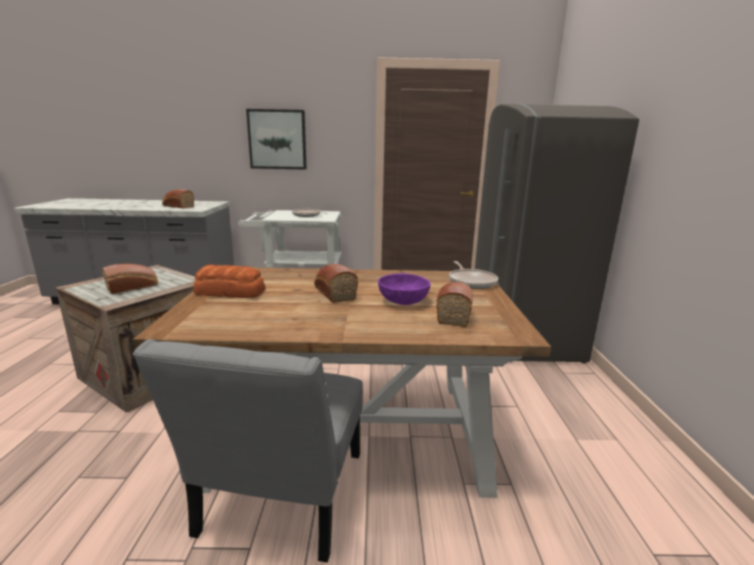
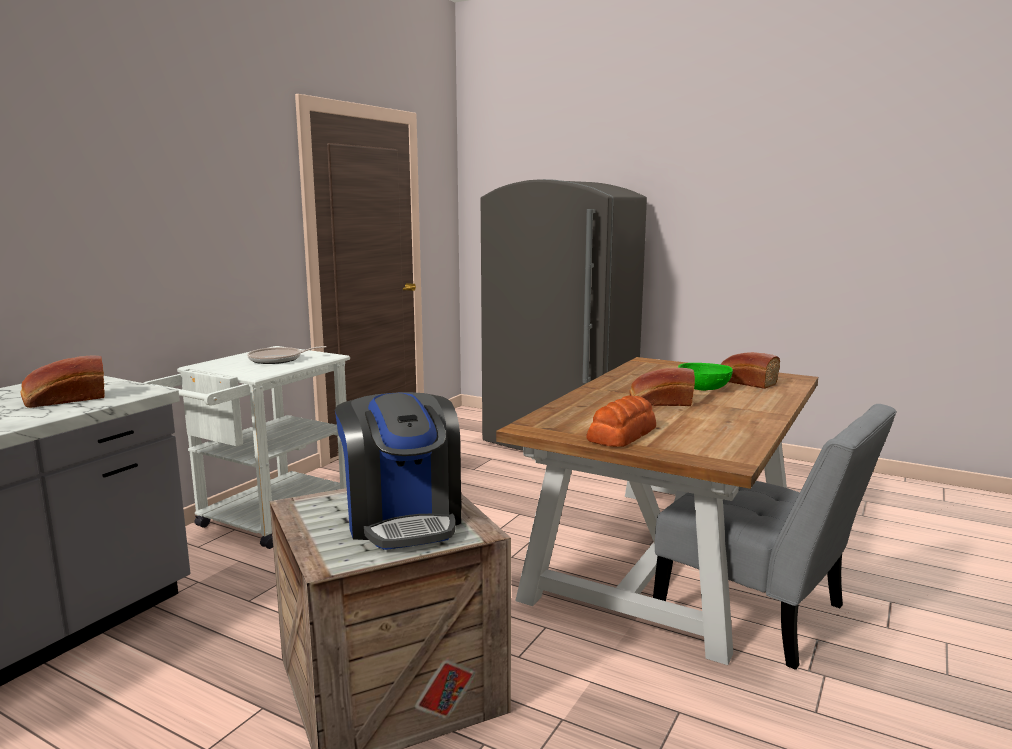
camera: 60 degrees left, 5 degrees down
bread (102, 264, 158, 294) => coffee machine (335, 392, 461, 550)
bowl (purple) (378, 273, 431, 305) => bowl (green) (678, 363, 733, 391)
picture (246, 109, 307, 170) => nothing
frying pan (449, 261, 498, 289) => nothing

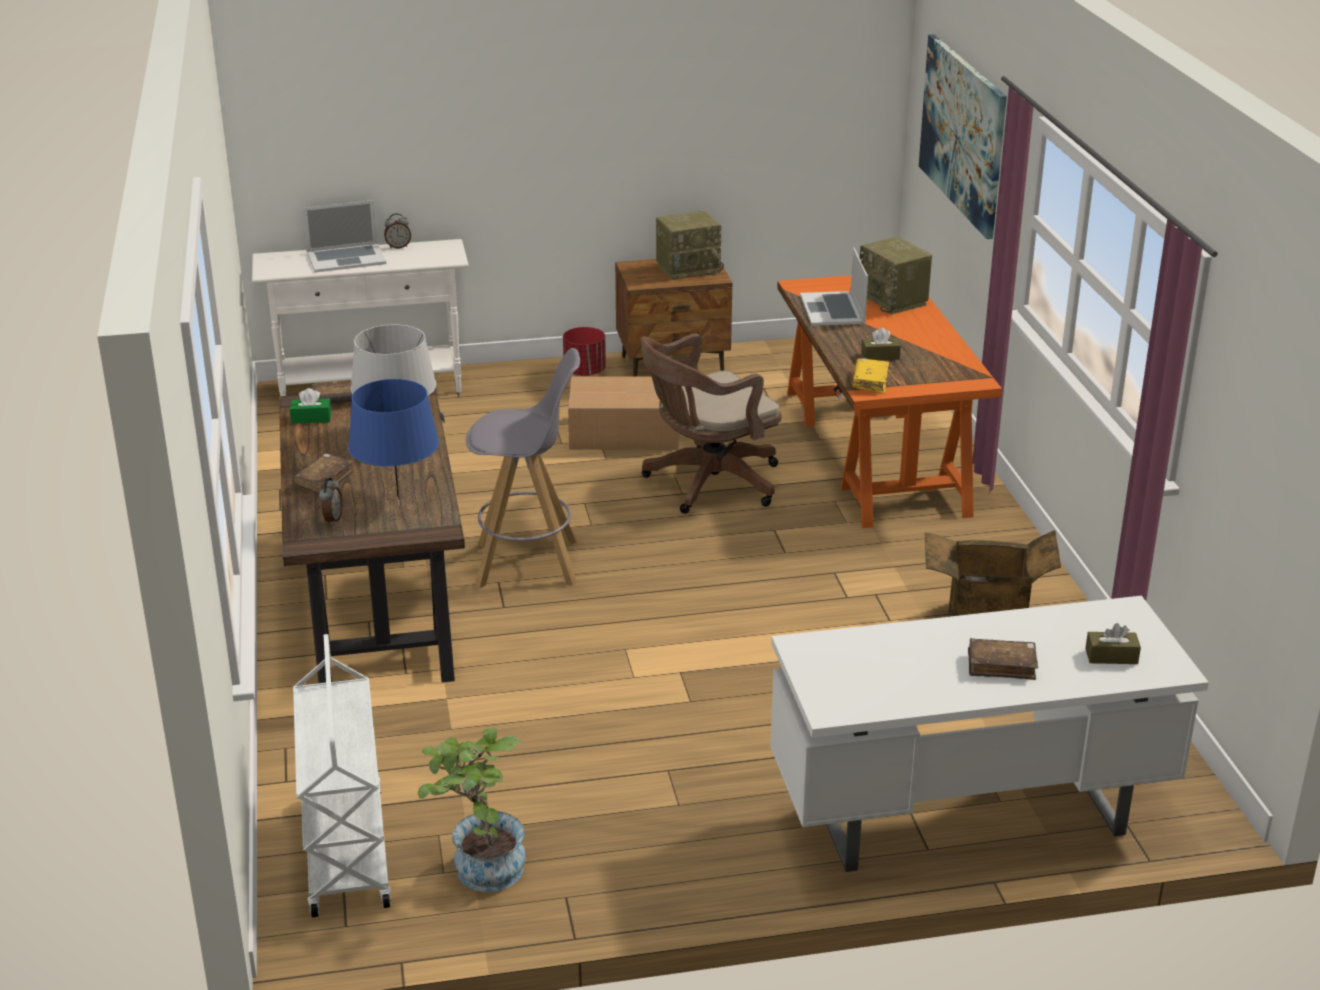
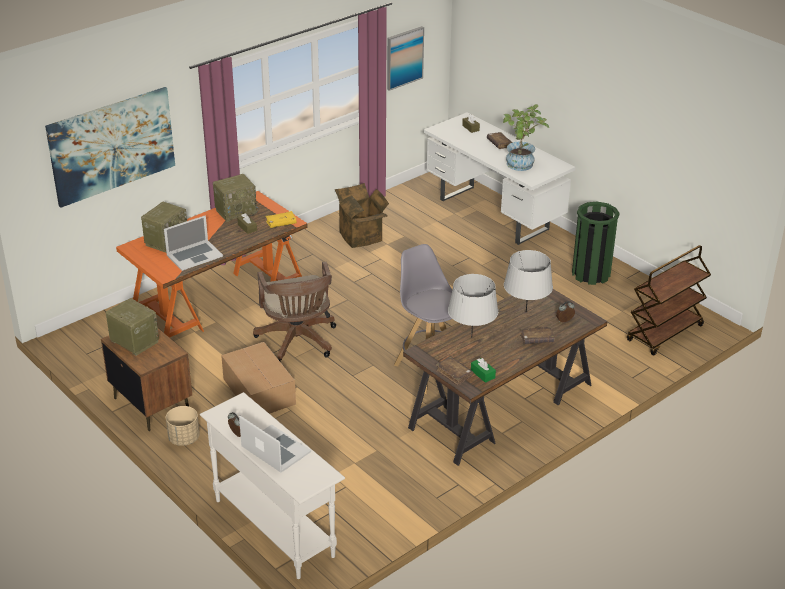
camera: 120 degrees left, 5 degrees up
planter (red) (563, 327, 606, 376) => planter (beige) (166, 406, 200, 446)
nothing => radio (213, 174, 259, 222)
office chair (brown) (641, 334, 781, 514) => office chair (brown) (253, 262, 336, 362), 45 degrees clockwise
nothing => picture (387, 26, 424, 91)
potted plant (418, 727, 526, 892) => potted plant (503, 104, 549, 171), shifted
table lamp (blue) (348, 379, 439, 497) => table lamp (grey) (504, 250, 553, 312)
nothing => trash can (green) (572, 202, 620, 285)
cart (white) (293, 634, 391, 918) => cart (brown) (627, 245, 711, 356)

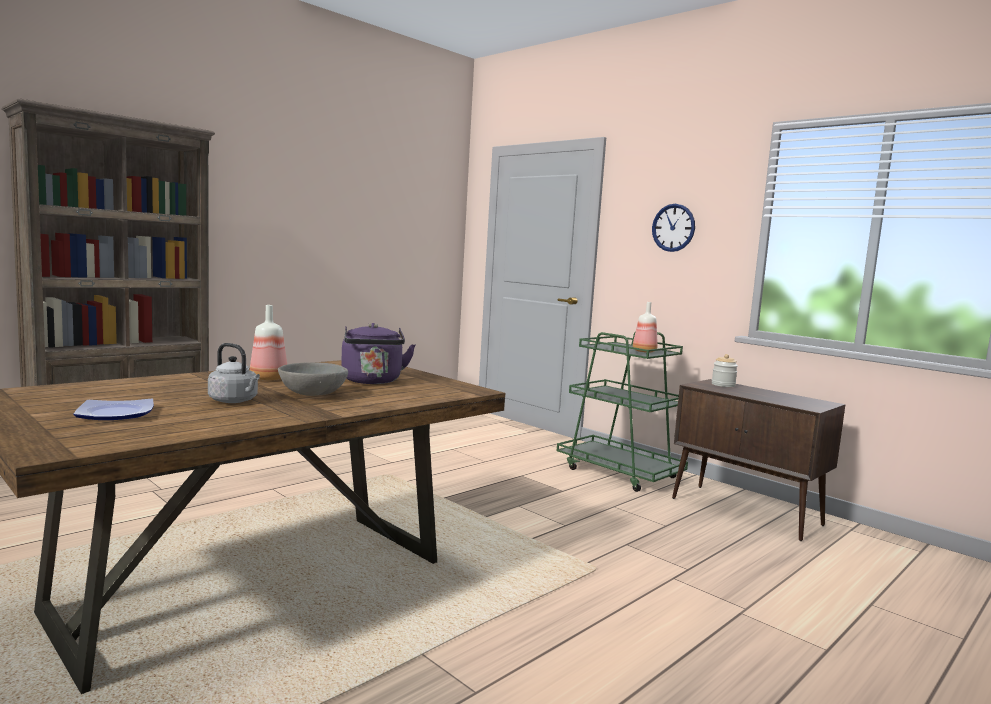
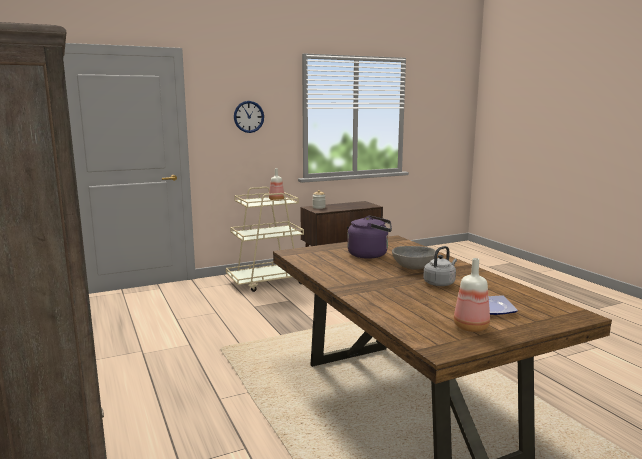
camera: 70 degrees left, 5 degrees up
cart (green) (557, 331, 688, 492) => cart (beige) (226, 187, 304, 292)
bottle (250, 305, 287, 381) => bottle (454, 258, 490, 332), shifted

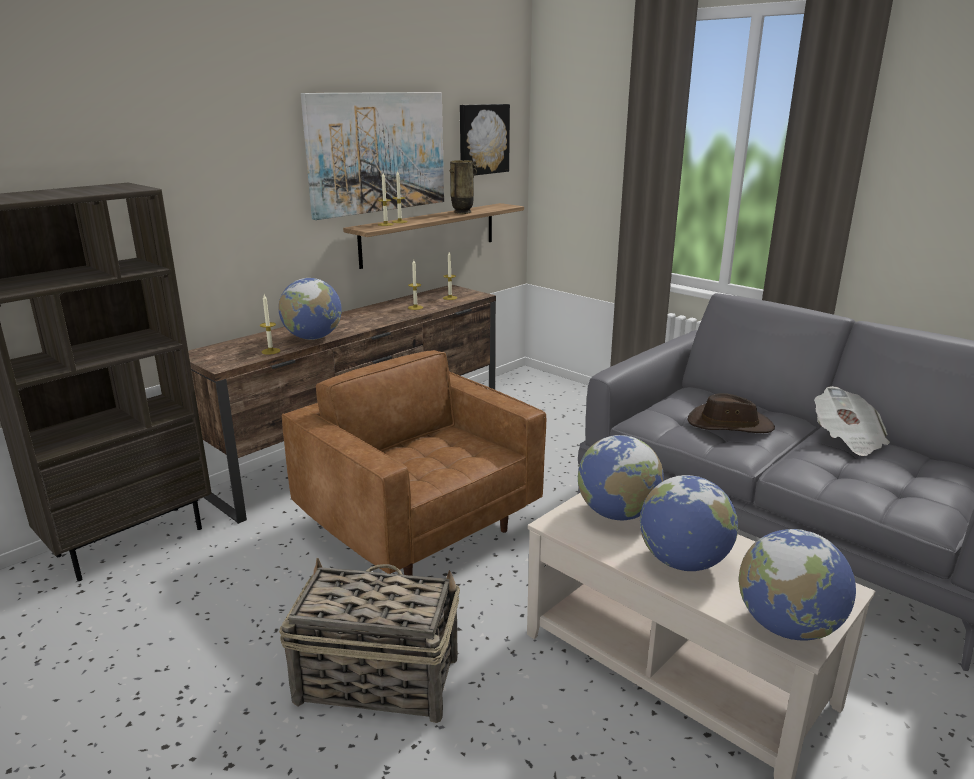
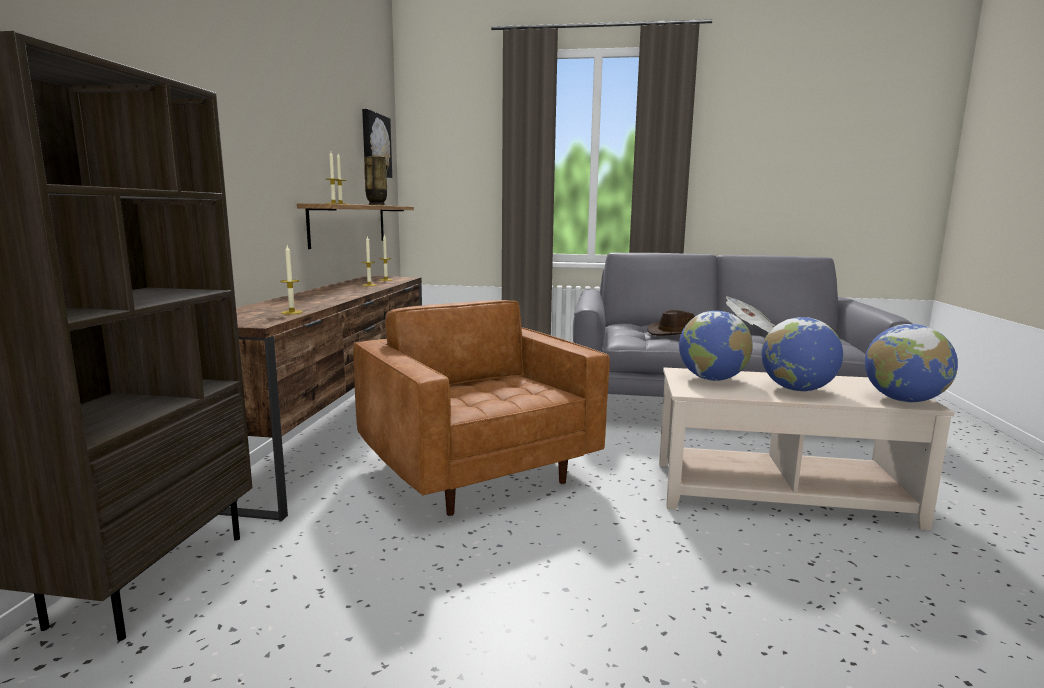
camera: 35 degrees left, 10 degrees down
armchair (brown) (282, 350, 546, 576) => armchair (brown) (353, 300, 610, 516), 45 degrees clockwise
globe (278, 278, 342, 340) => nothing
basket (279, 557, 460, 723) => nothing
picture (301, 92, 444, 220) => nothing

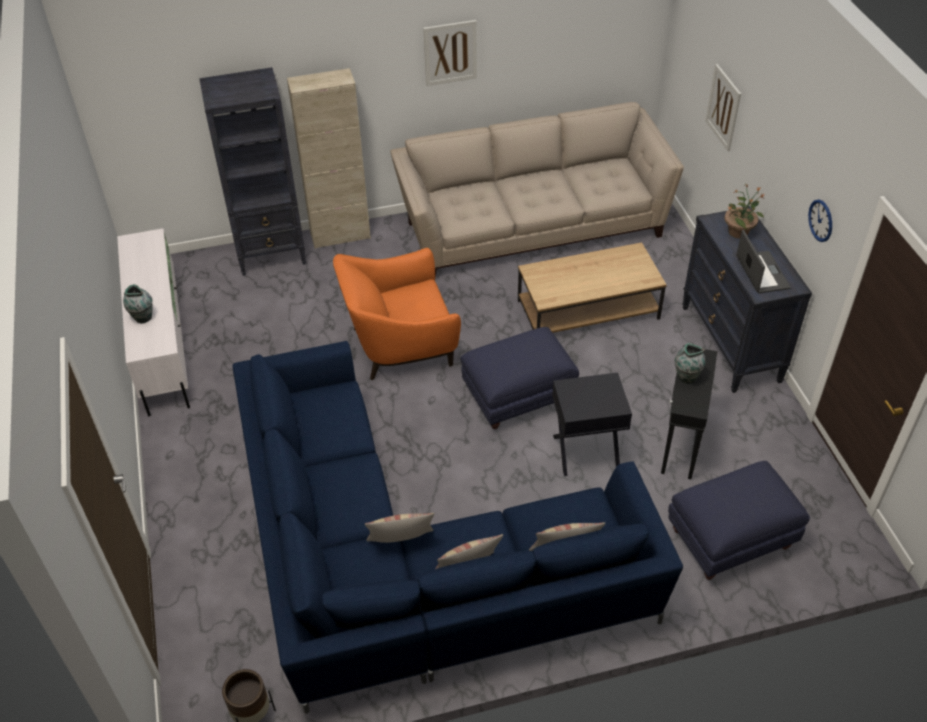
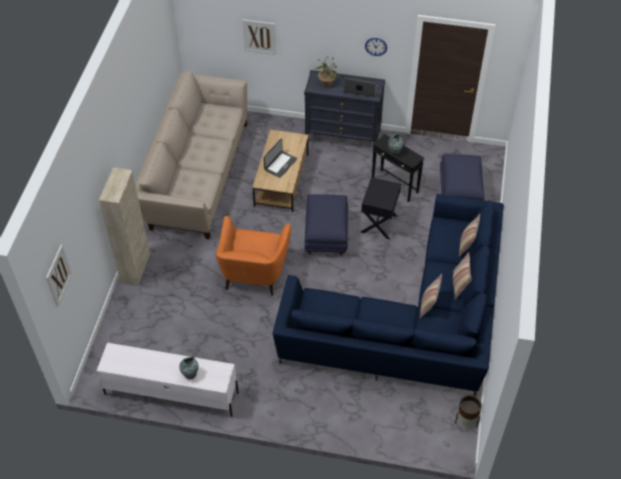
camera: 65 degrees left, 5 degrees up
picture (423, 20, 477, 86) => picture (46, 245, 72, 307), shifted
nothing => laptop (264, 138, 297, 178)
bookcase (black) (199, 67, 306, 276) => nothing

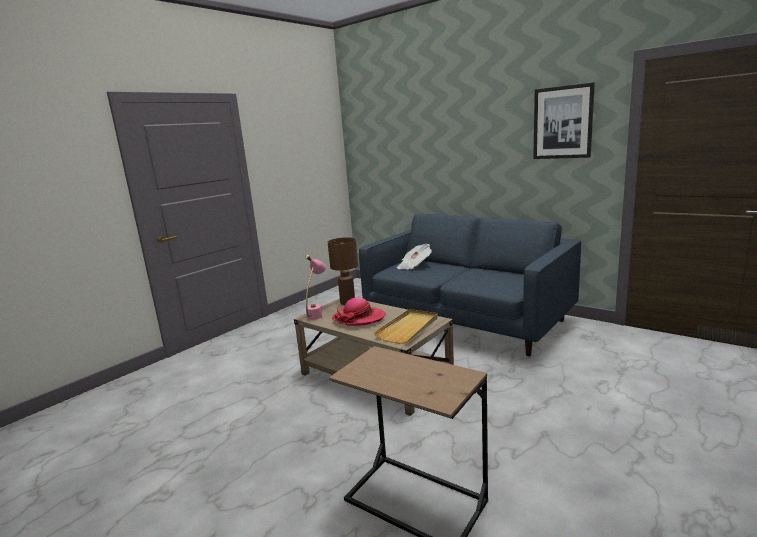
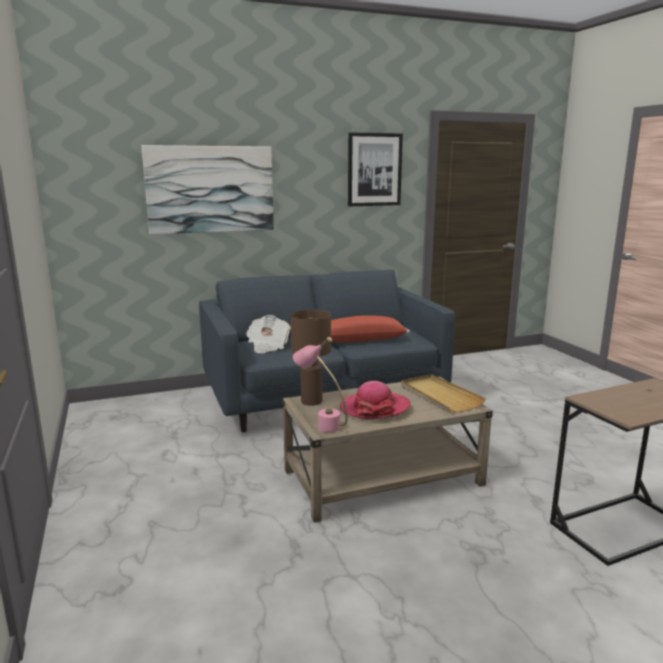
camera: 60 degrees left, 0 degrees up
nothing => picture (142, 145, 274, 234)
nothing => pillow (red) (331, 315, 410, 342)

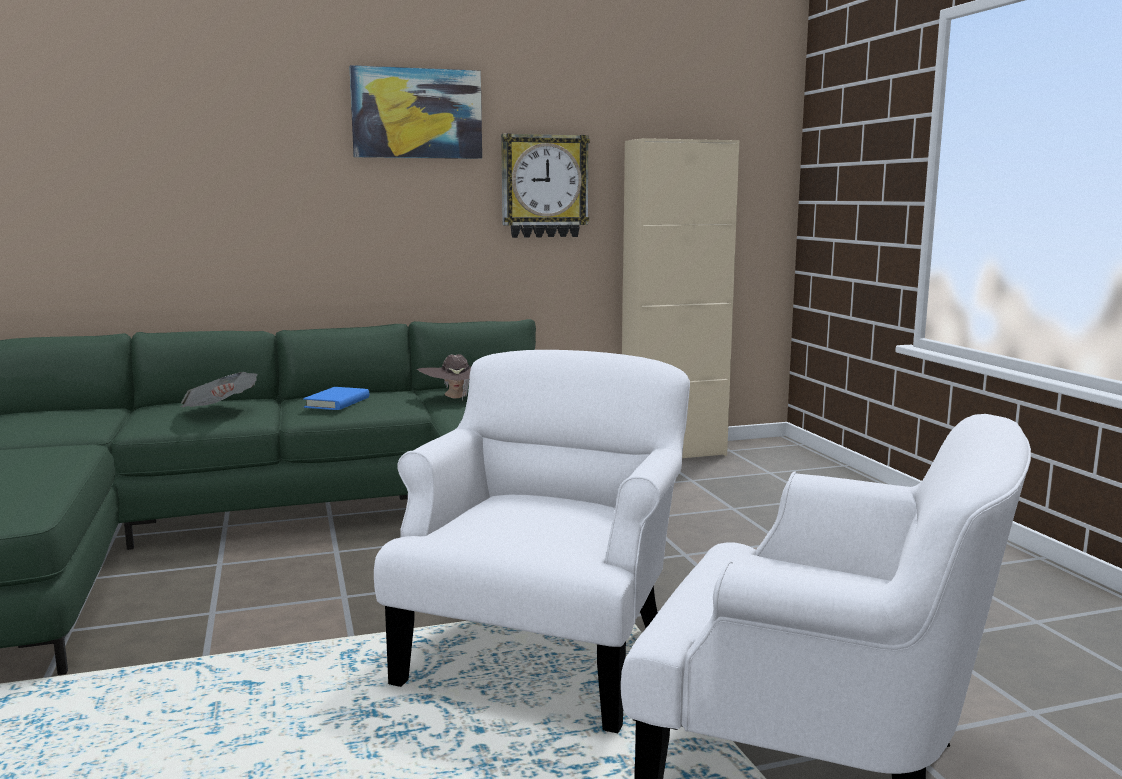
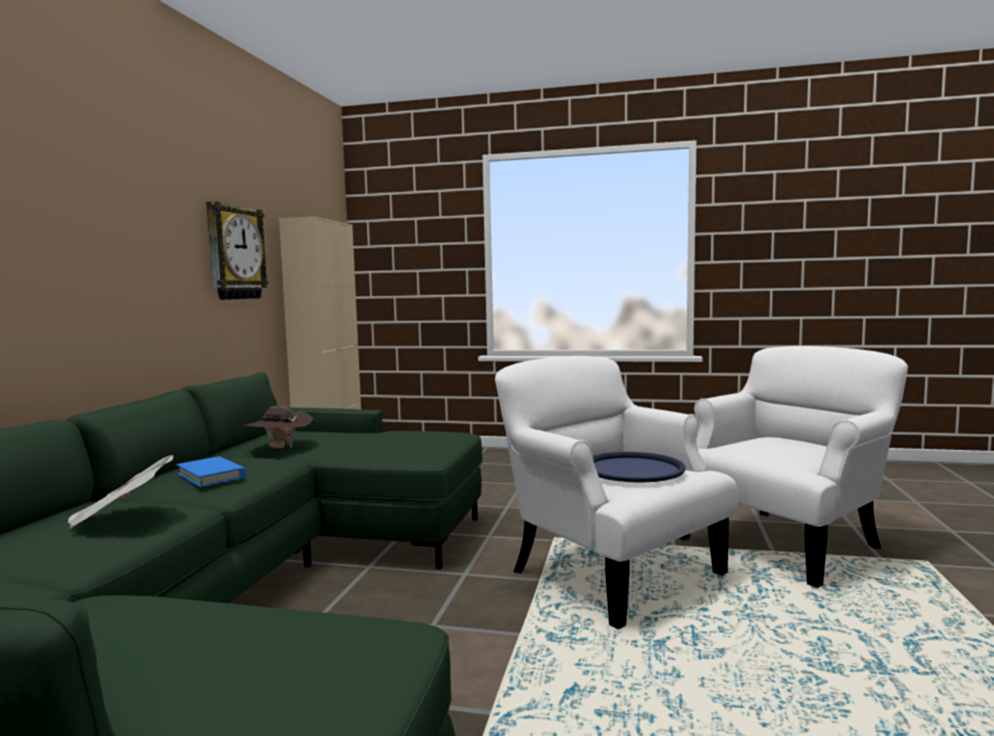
camera: 60 degrees left, 5 degrees down
nothing => tray (blue) (593, 452, 686, 483)
picture (349, 65, 482, 159) => nothing

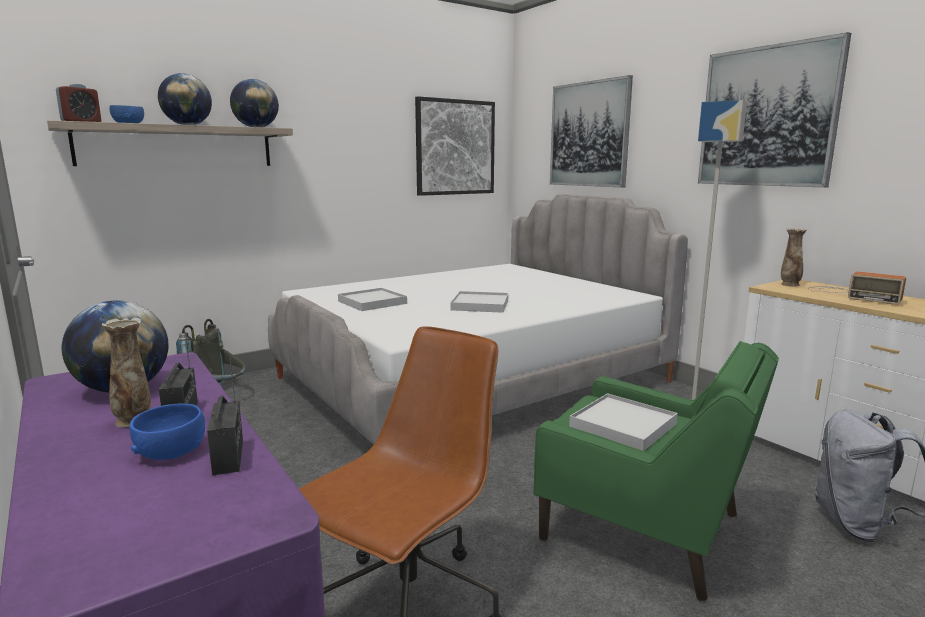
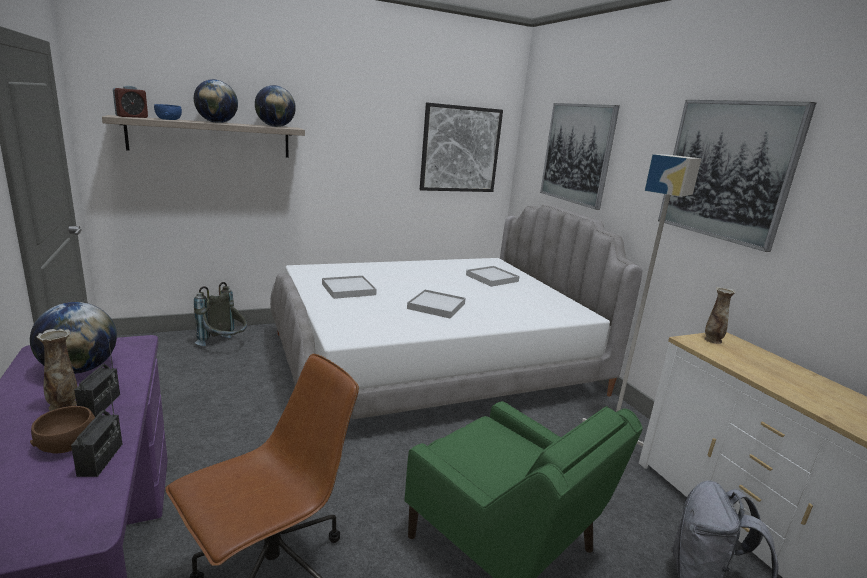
camera: 10 degrees right, 5 degrees up
bowl (blue) (129, 403, 205, 460) => bowl (brown) (30, 406, 95, 453)
tray (white) (569, 393, 678, 451) => tray (white) (466, 266, 520, 287), shifted
radio (808, 272, 906, 305) => nothing

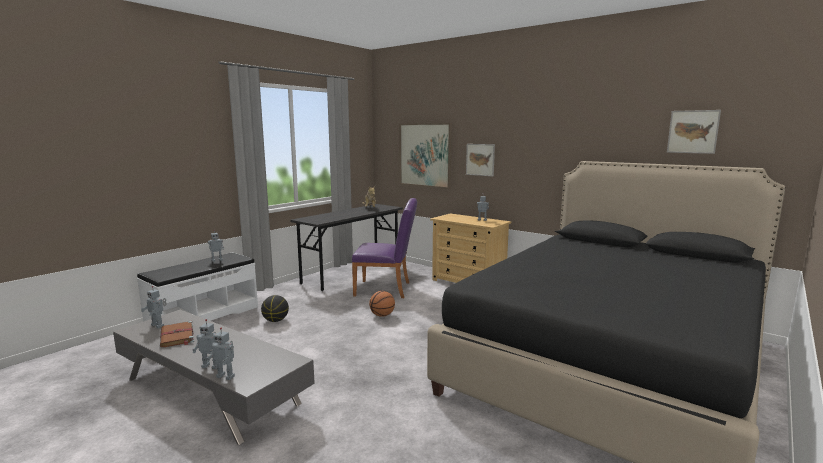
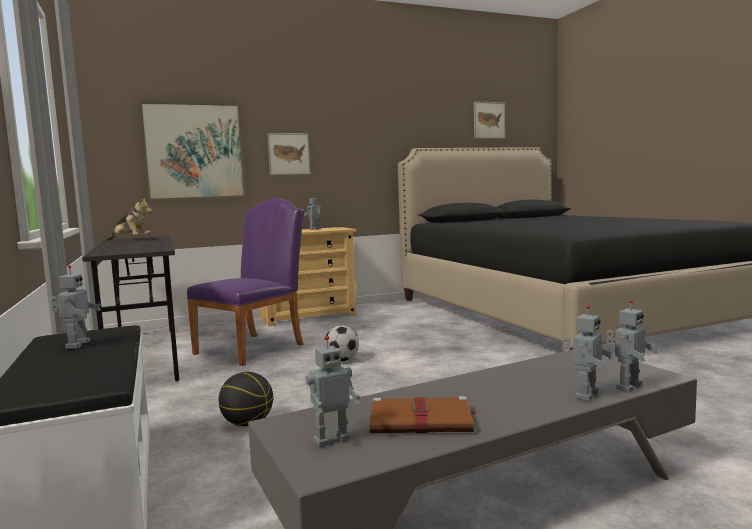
camera: 60 degrees left, 5 degrees down
basketball (369, 291, 395, 317) => football (324, 325, 359, 361)

